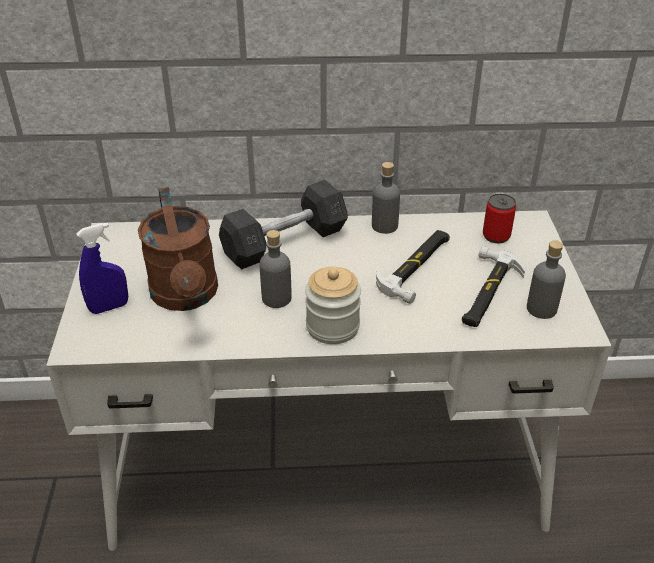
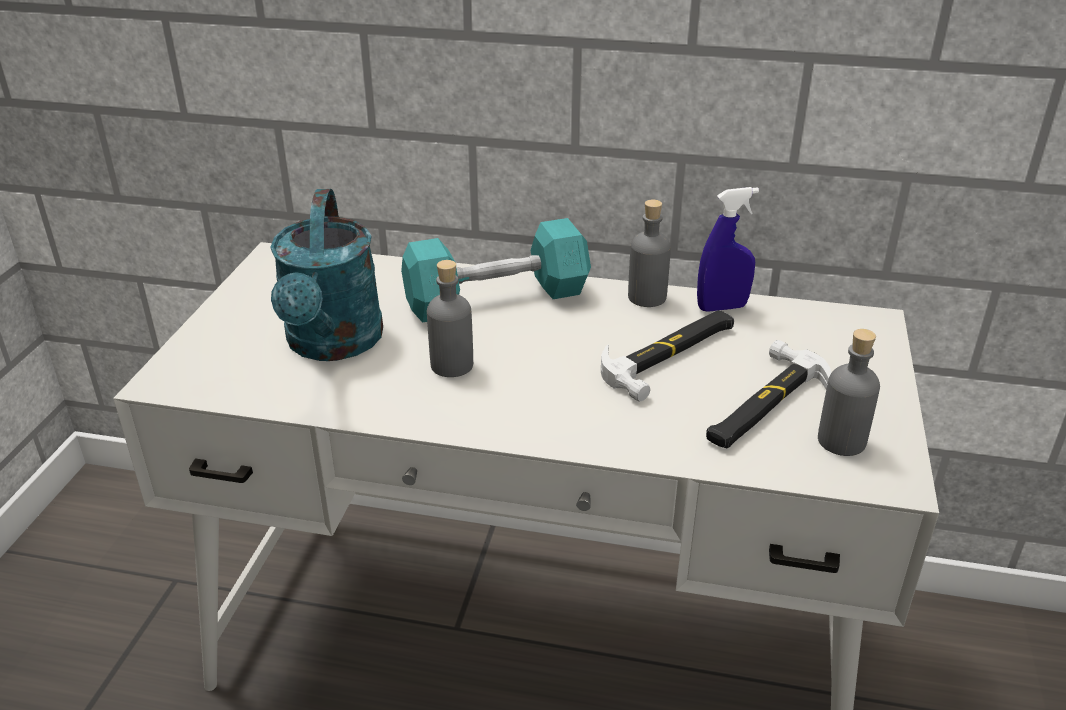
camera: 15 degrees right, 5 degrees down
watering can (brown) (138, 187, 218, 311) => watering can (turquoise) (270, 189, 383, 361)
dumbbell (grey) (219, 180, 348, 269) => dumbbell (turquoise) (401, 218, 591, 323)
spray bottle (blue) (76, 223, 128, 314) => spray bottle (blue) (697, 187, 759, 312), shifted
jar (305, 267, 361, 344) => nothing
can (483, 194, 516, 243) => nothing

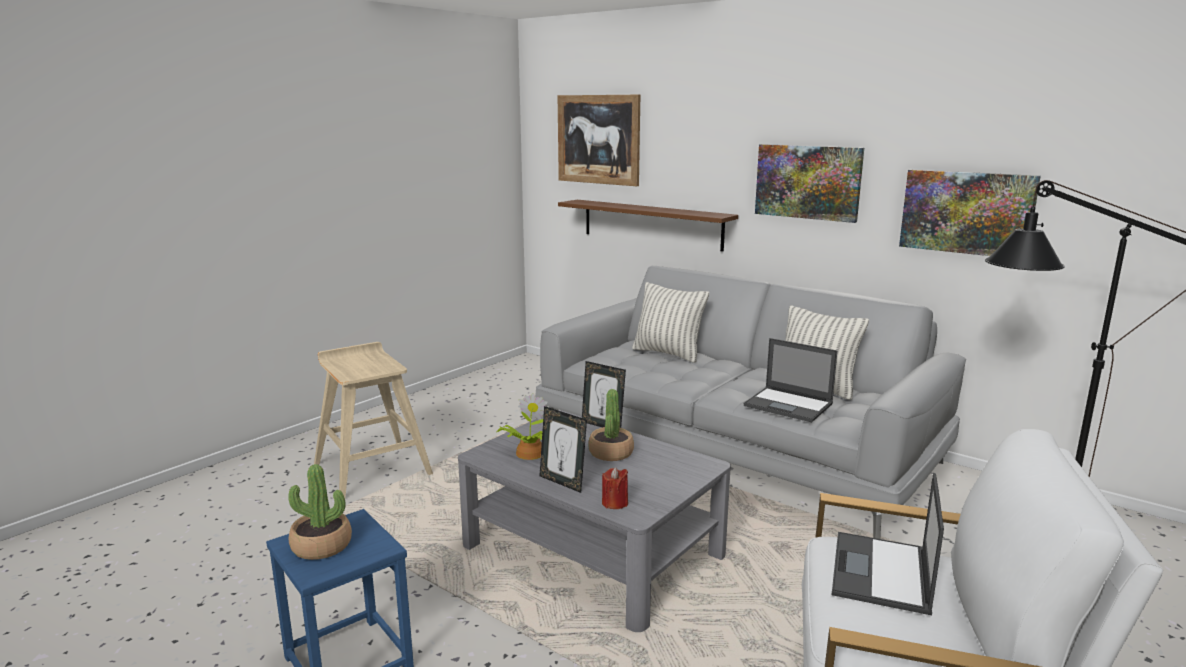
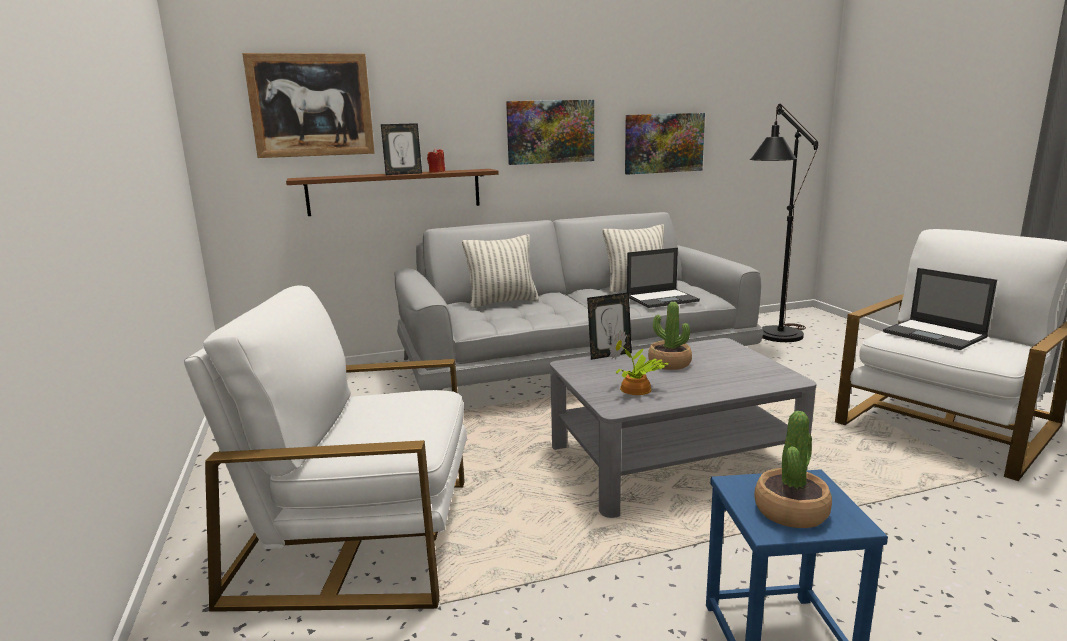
camera: 55 degrees left, 0 degrees up
stool (beige) (314, 342, 433, 498) => armchair (white) (184, 285, 467, 612)
picture frame (539, 406, 587, 493) => picture frame (381, 123, 422, 175), shifted
candle (red) (602, 467, 628, 509) => candle (red) (427, 148, 445, 173), shifted

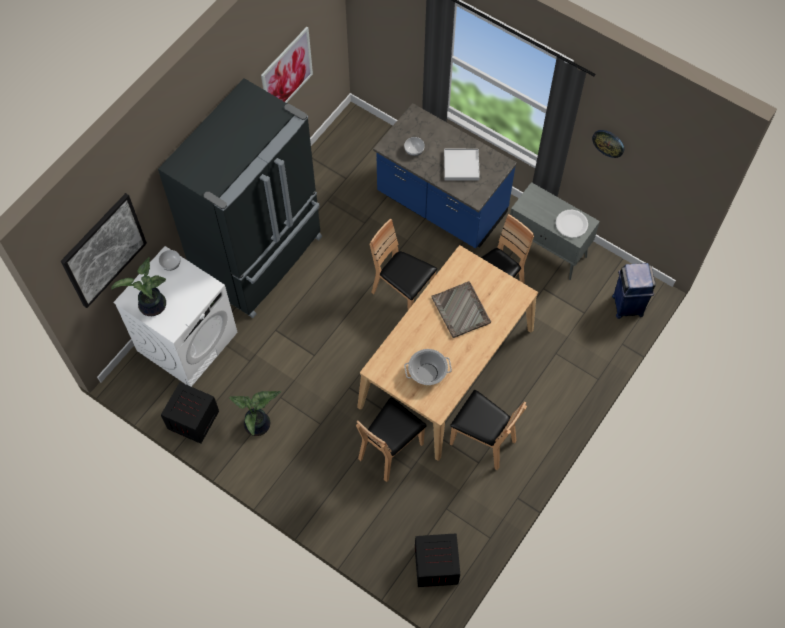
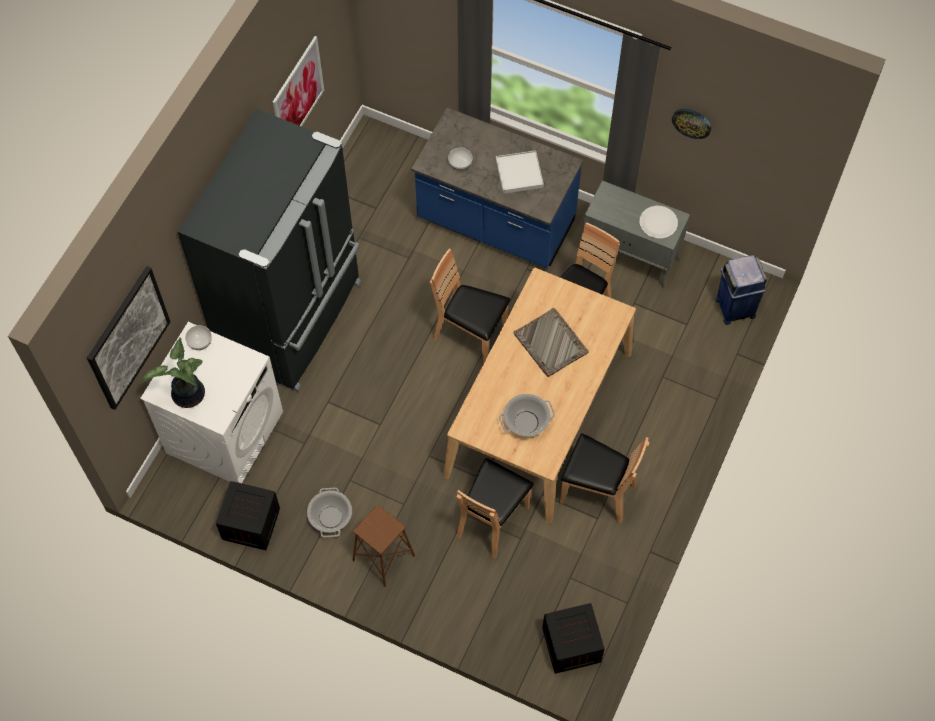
camera: 10 degrees left, 0 degrees up
potted plant (229, 391, 281, 436) => cooking pot (307, 488, 352, 537)
nothing => stool (brown) (353, 504, 415, 587)

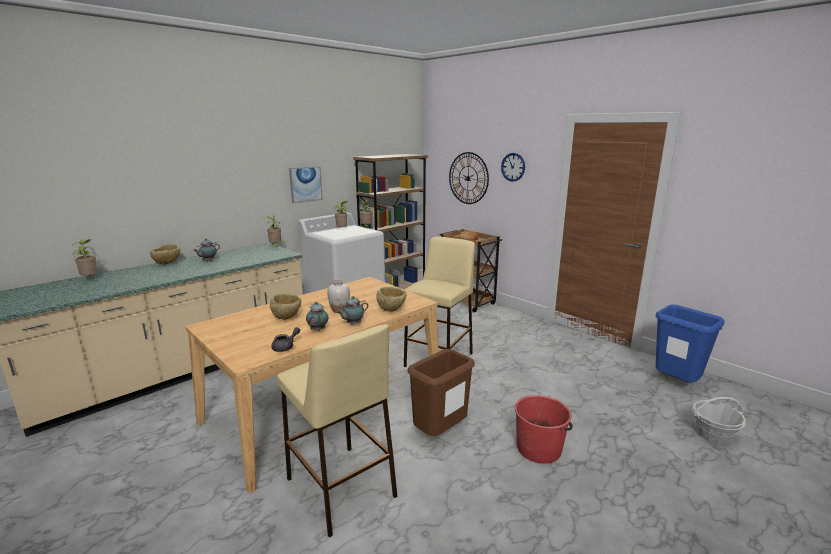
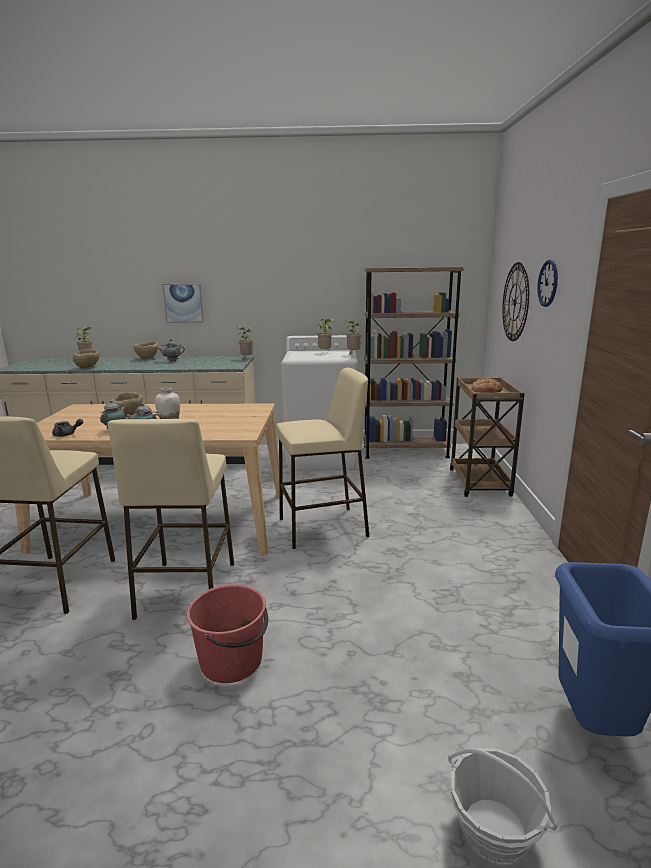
camera: 45 degrees right, 0 degrees up
bowl (beige) (376, 287, 407, 312) => bowl (beige) (73, 349, 100, 368), shifted
trash can (brown) (407, 349, 475, 436) => stool (beige) (108, 419, 234, 620)
picture (289, 166, 323, 203) => picture (162, 283, 204, 323), shifted

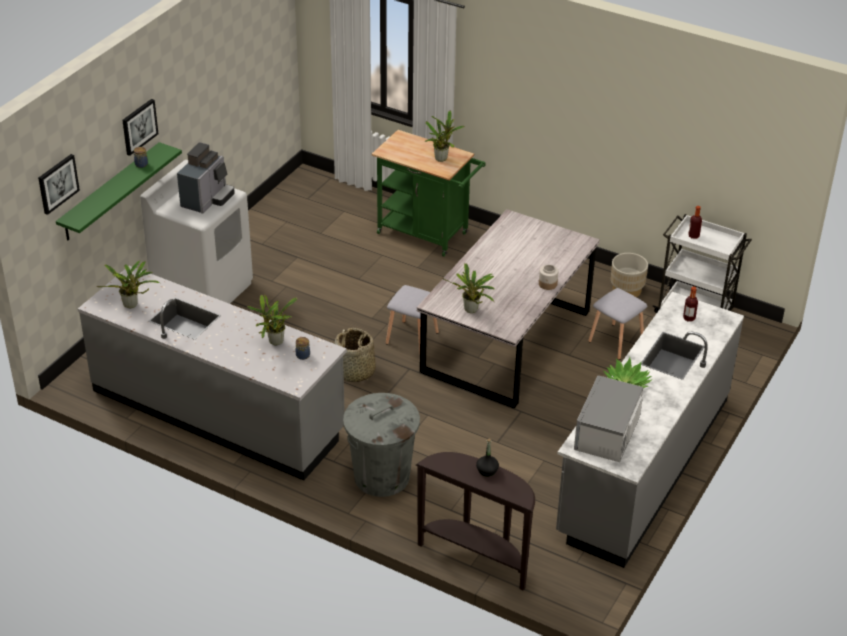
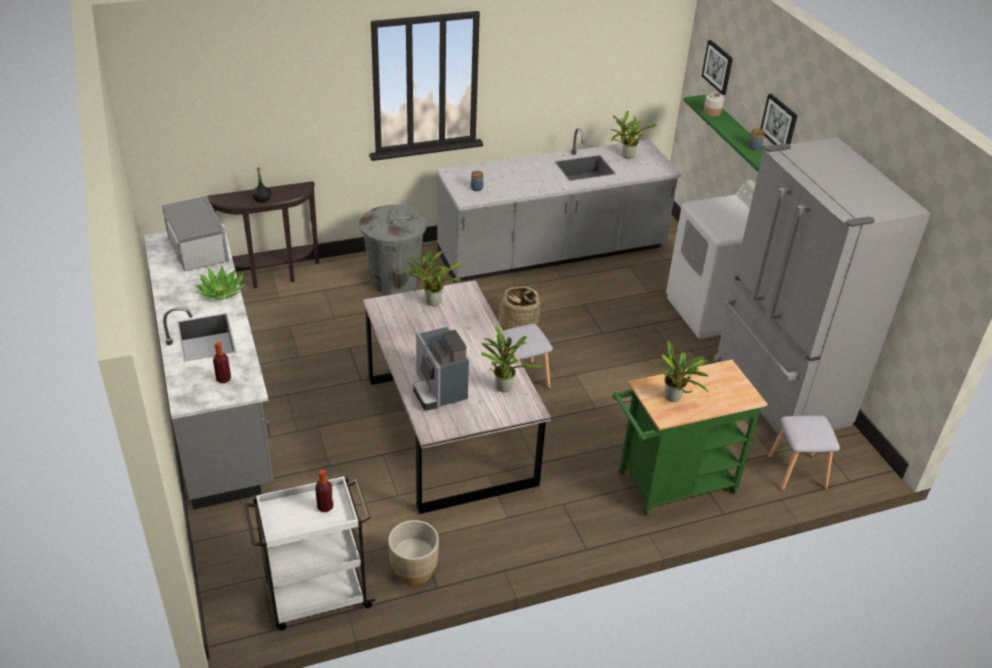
camera: 130 degrees right, 0 degrees up
coffee machine (177, 142, 235, 214) => coffee machine (413, 327, 469, 410), shifted
potted plant (247, 295, 297, 345) => potted plant (481, 326, 541, 392), shifted
jar (539, 264, 558, 290) => jar (703, 92, 724, 117), shifted
nothing => fridge (grey) (713, 137, 931, 443)
stool (grey) (588, 288, 647, 360) => stool (grey) (768, 415, 840, 491), shifted

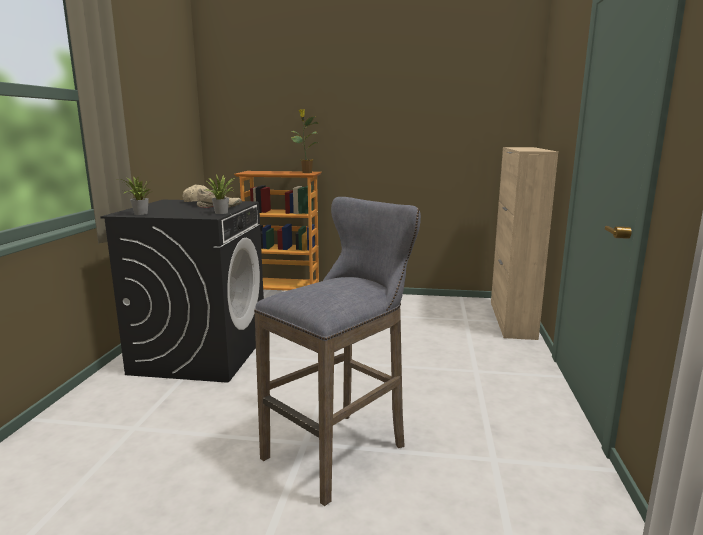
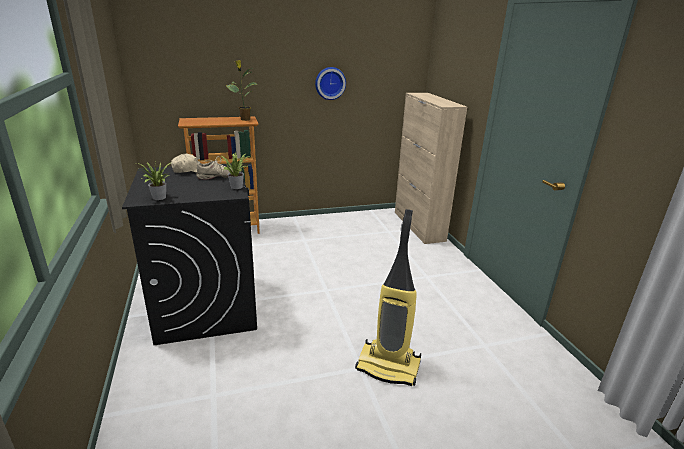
camera: 25 degrees left, 10 degrees up
nothing => wall clock (315, 67, 346, 100)
stool (grey) (254, 197, 421, 506) => vacuum cleaner (355, 209, 421, 386)

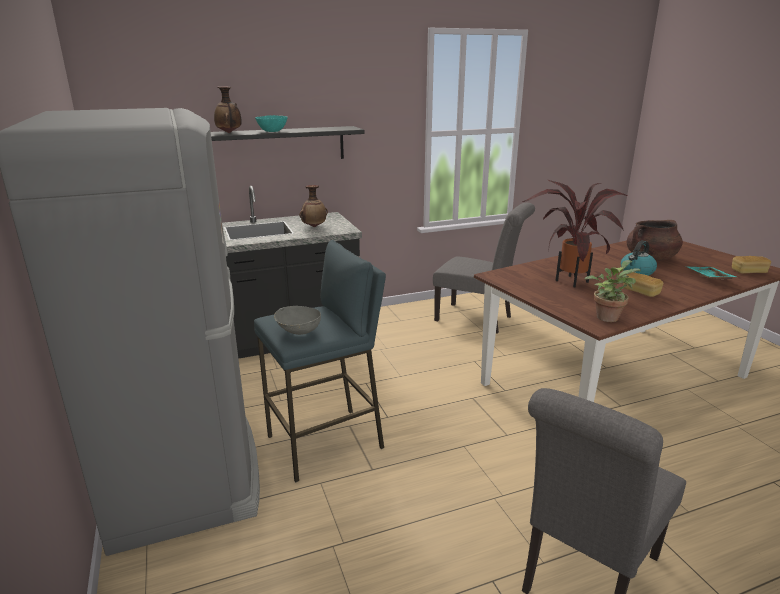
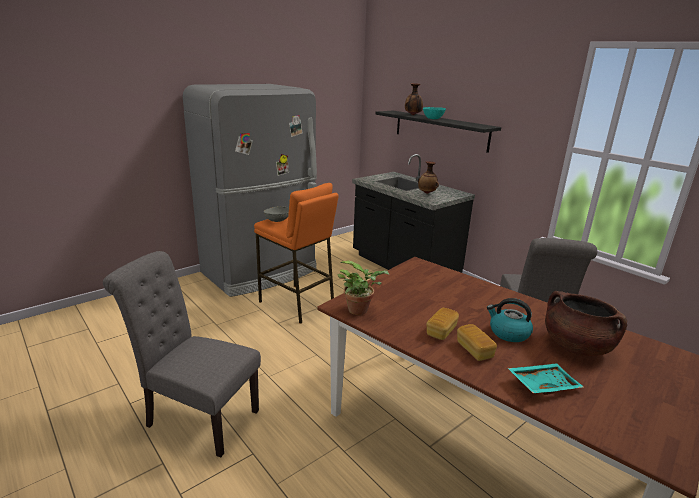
camera: 70 degrees right, 0 degrees up
stool (blue) (254, 240, 386, 482) => stool (orange) (254, 183, 339, 324)
bread (732, 256, 771, 273) => bread (457, 324, 497, 361), shifted
potted plant (523, 180, 627, 288) => nothing

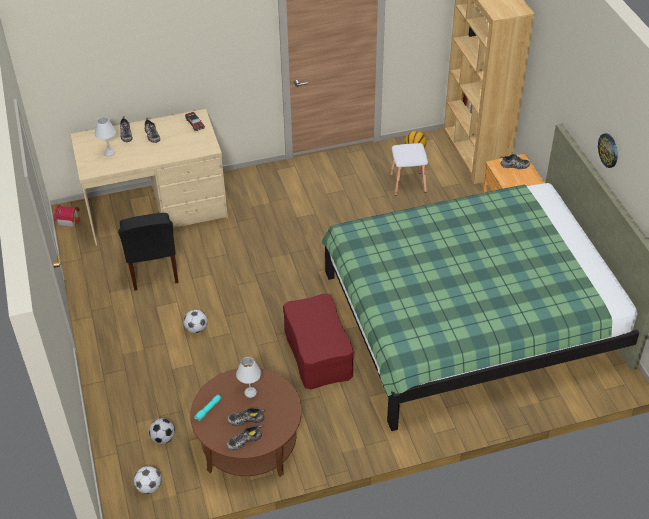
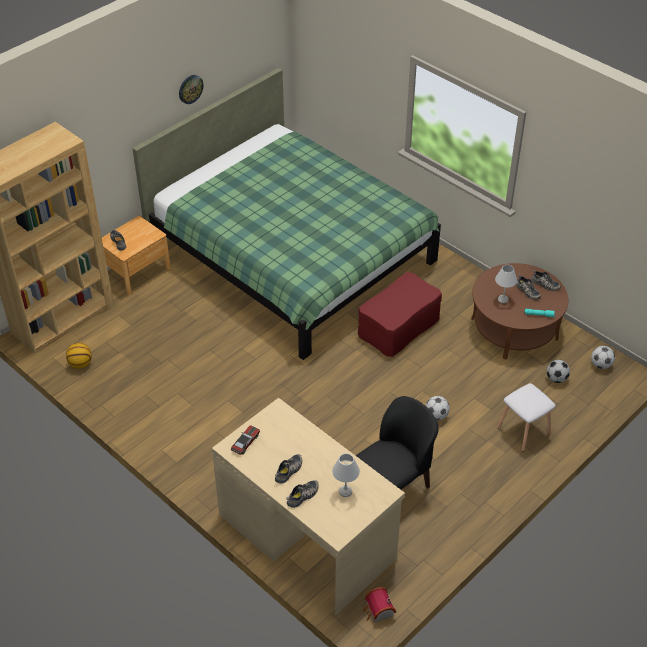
camera: 120 degrees left, 0 degrees up
stool (white) (390, 143, 428, 195) => stool (white) (497, 383, 556, 452), shifted

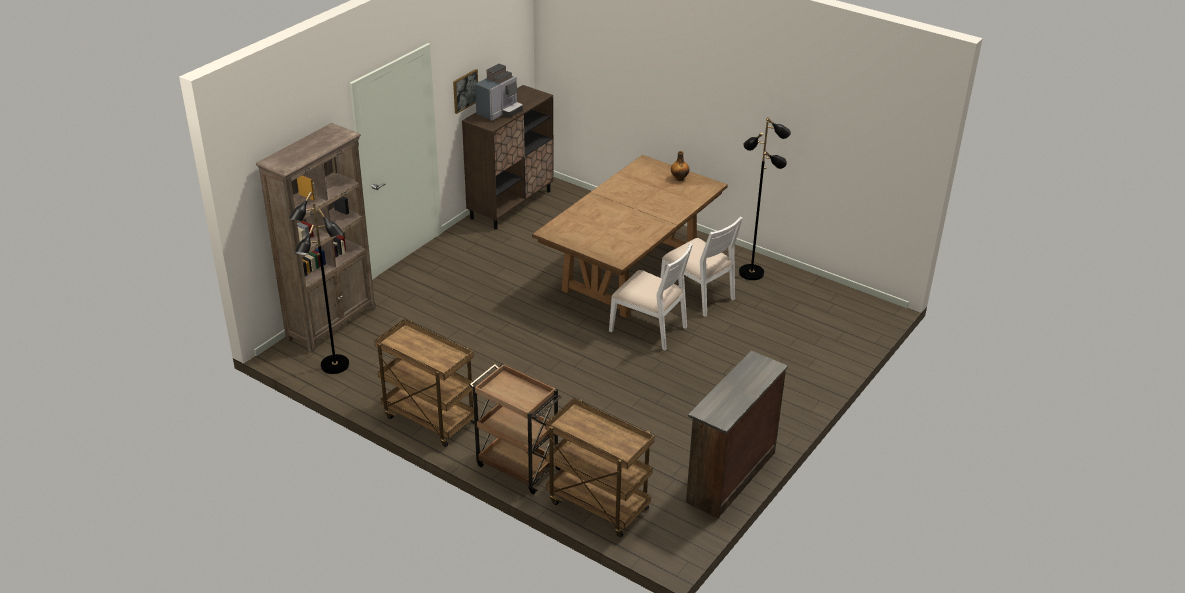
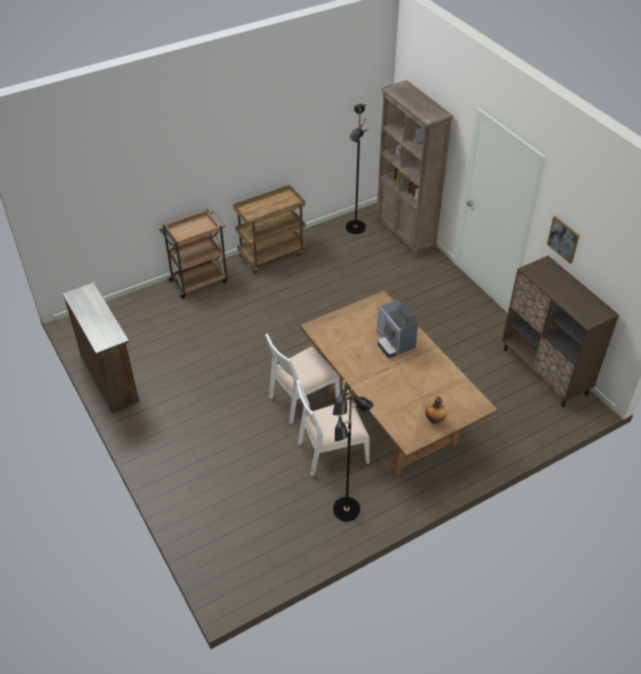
camera: 115 degrees right, 10 degrees up
coffee machine (475, 64, 523, 121) => coffee machine (377, 300, 418, 358), shifted
cart (brown) (545, 398, 655, 538) => nothing

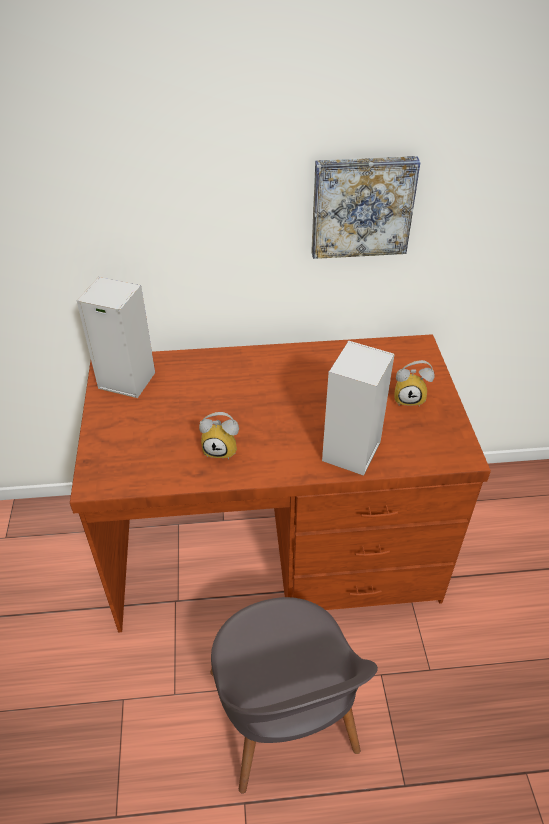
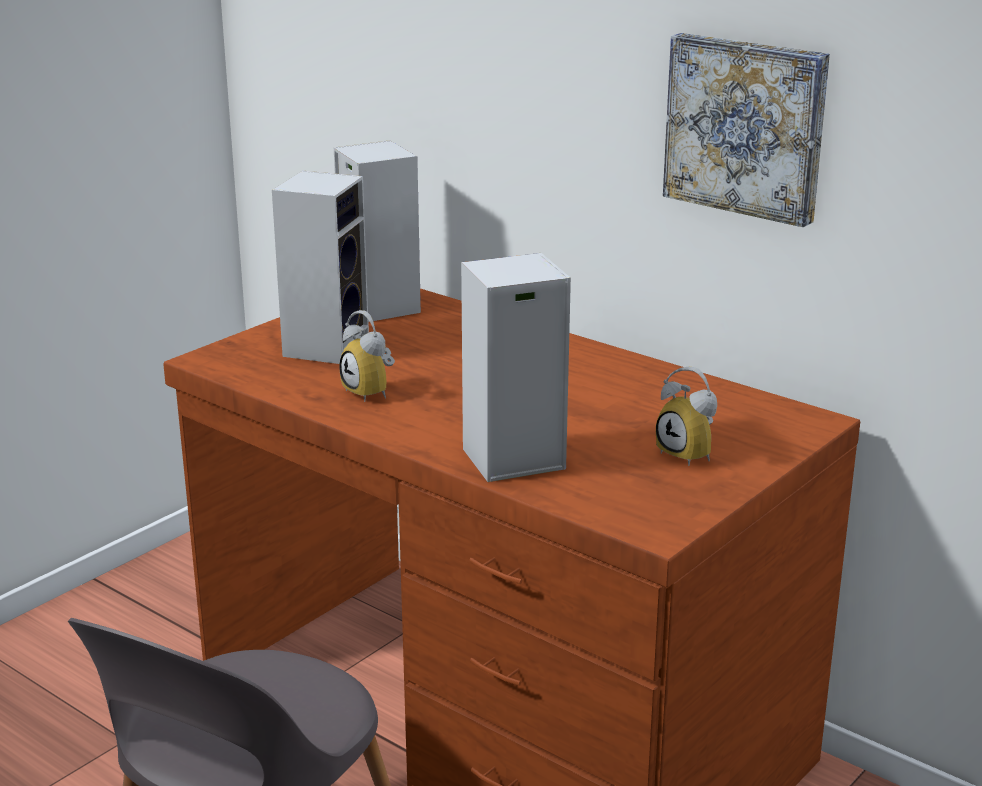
camera: 45 degrees right, 20 degrees down
nothing => speaker (272, 171, 369, 364)

